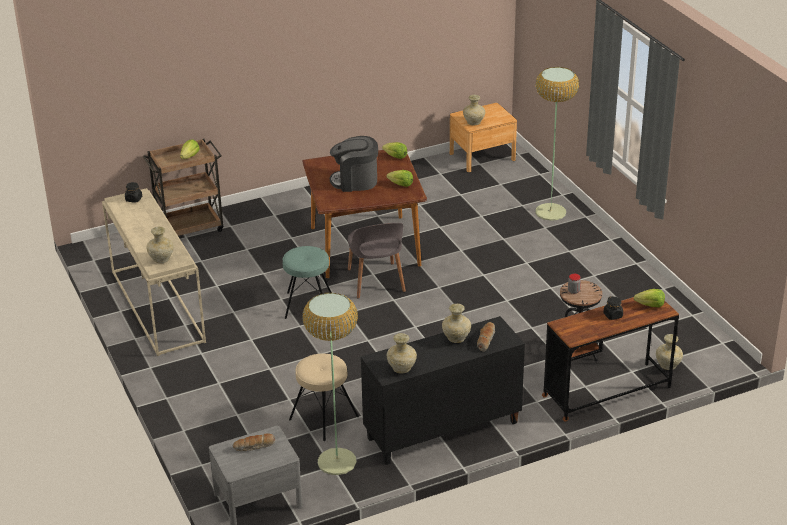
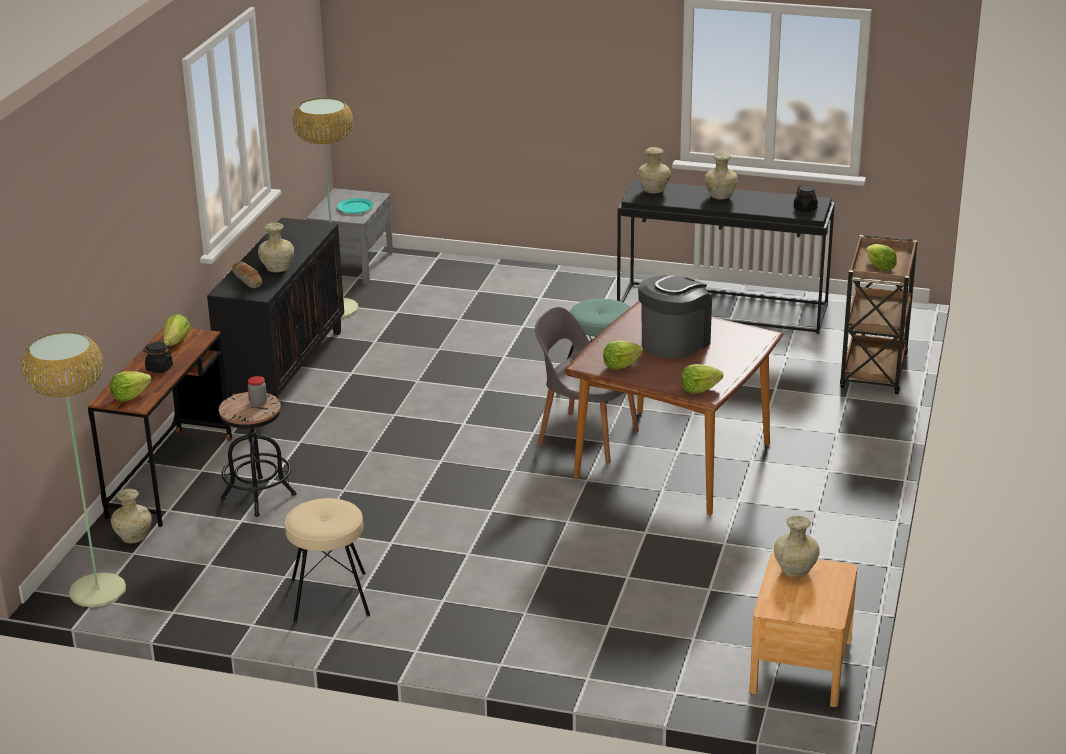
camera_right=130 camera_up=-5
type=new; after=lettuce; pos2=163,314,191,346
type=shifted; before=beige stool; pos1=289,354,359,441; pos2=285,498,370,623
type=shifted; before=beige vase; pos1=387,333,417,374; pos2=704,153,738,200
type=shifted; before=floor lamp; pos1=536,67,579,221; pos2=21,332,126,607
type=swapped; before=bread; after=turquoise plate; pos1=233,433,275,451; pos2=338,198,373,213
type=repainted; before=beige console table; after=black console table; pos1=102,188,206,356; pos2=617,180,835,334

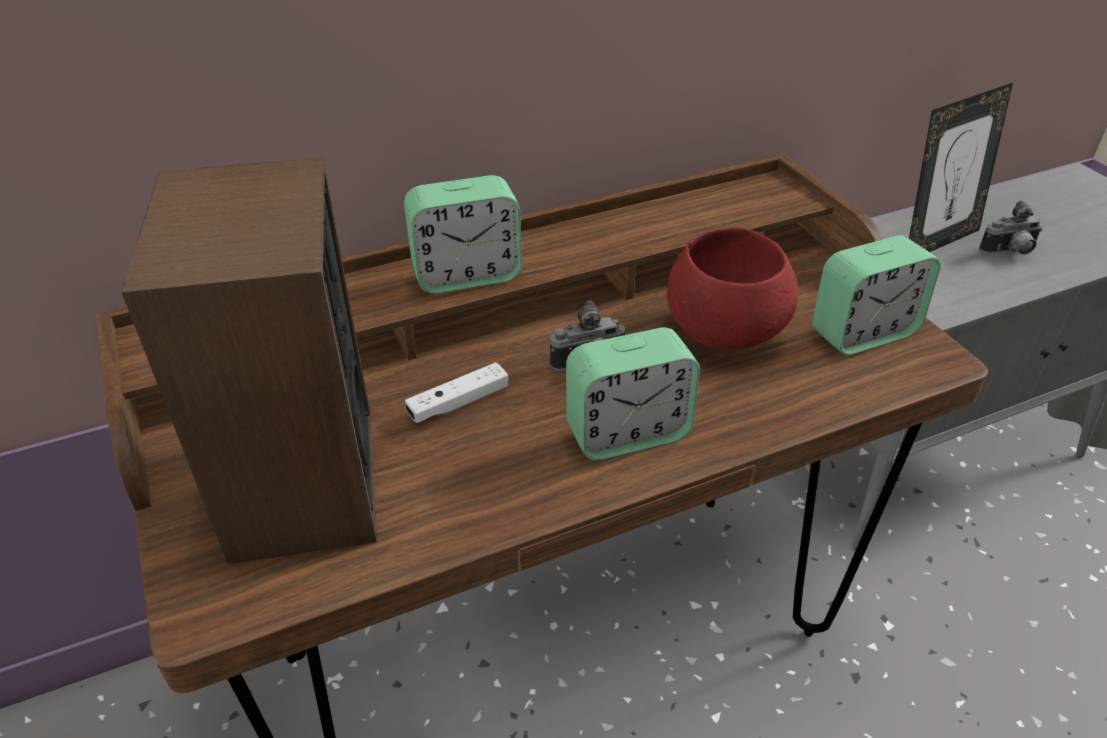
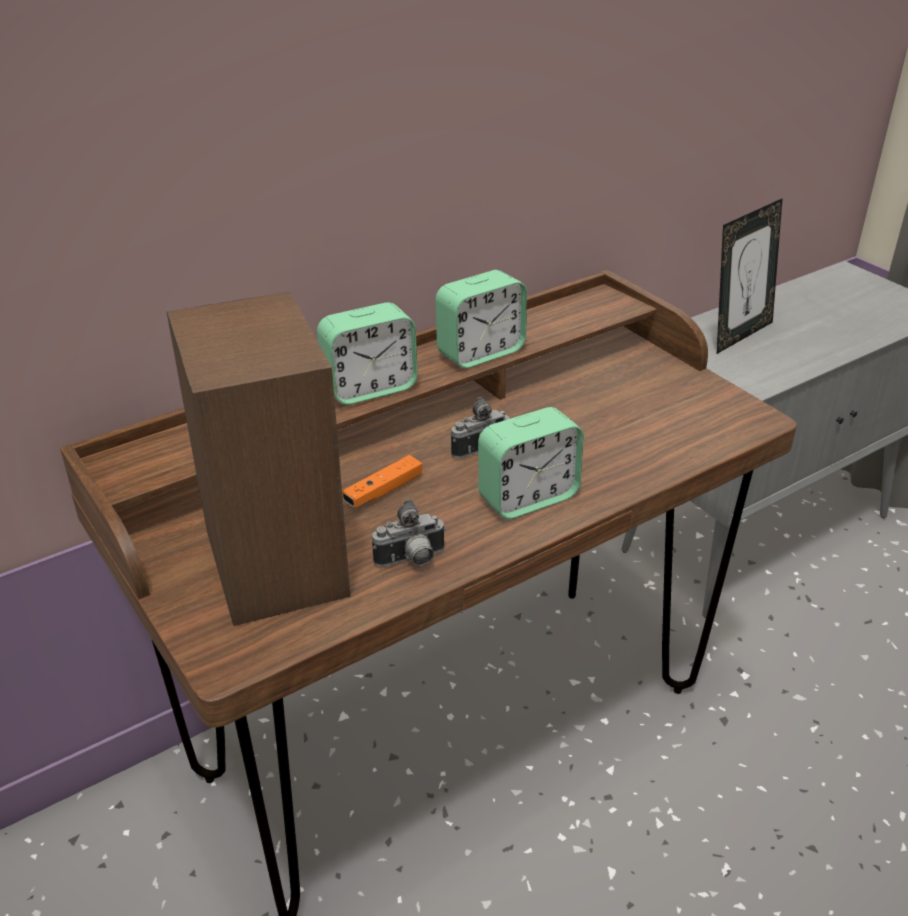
camera_right=-10 camera_up=-5
type=gone; before=red bowl; pos1=667,228,798,350
type=shifted; before=alarm clock; pos1=812,235,941,355; pos2=435,270,527,368
type=shifted; before=photo camera; pos1=979,201,1043,255; pos2=372,499,446,567
type=repainted; before=white game controller; after=orange game controller; pos1=405,362,508,423; pos2=342,455,422,508

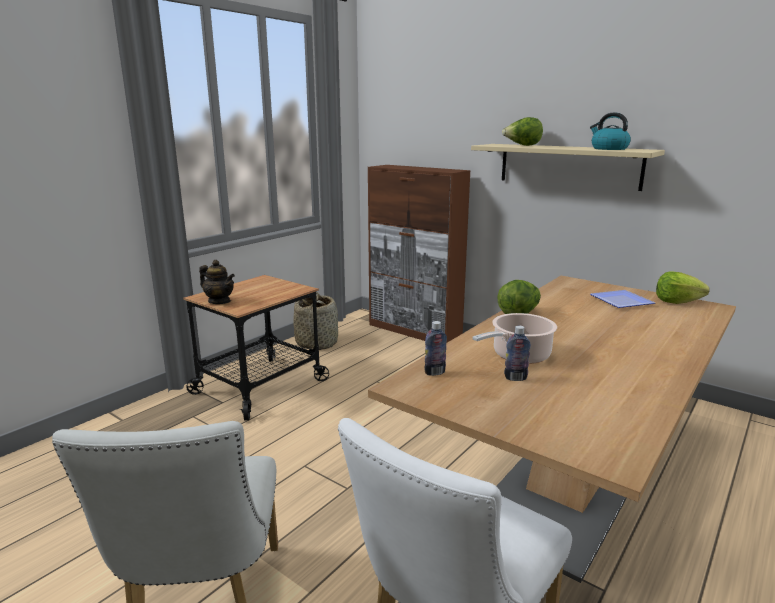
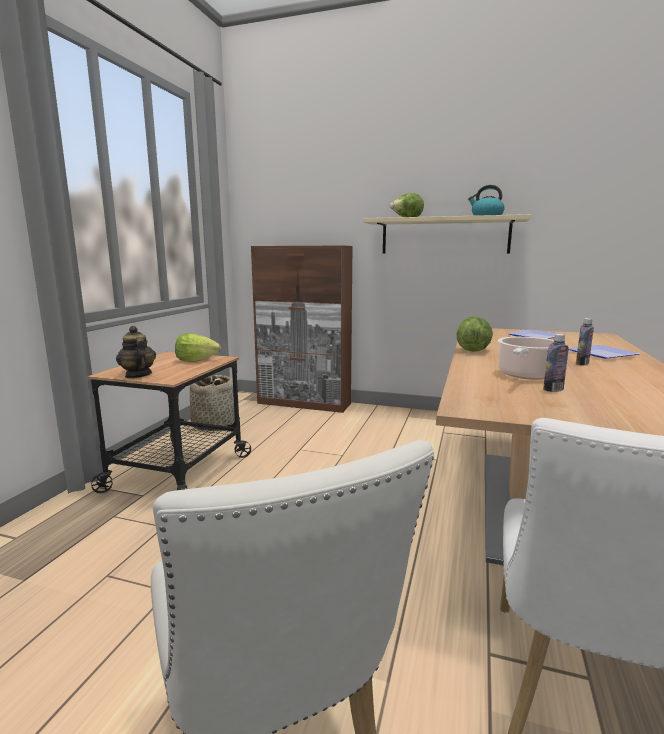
camera_right=-20 camera_up=-5
type=new; after=plate; pos2=569,345,640,359
type=shifted; before=bottle; pos1=424,321,447,376; pos2=576,318,594,366
type=shifted; before=lettuce; pos1=656,271,710,304; pos2=175,333,221,362
type=rotated; before=teapot; pos1=199,260,235,304; pos2=116,326,156,378; turn=-135

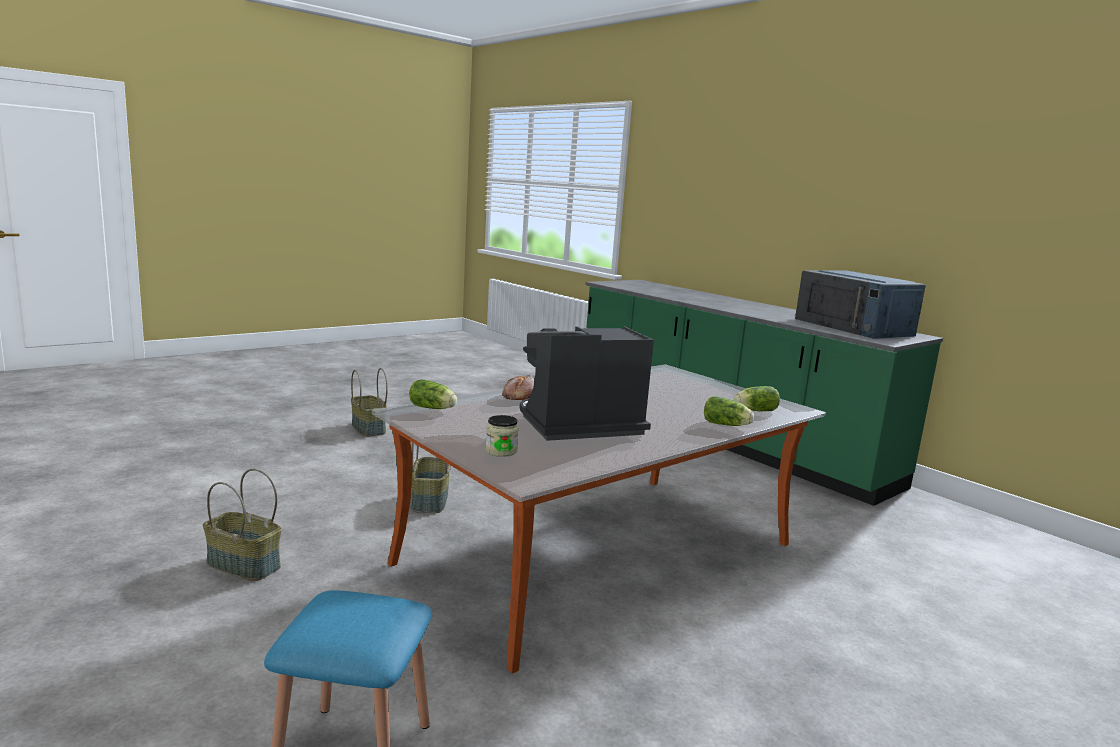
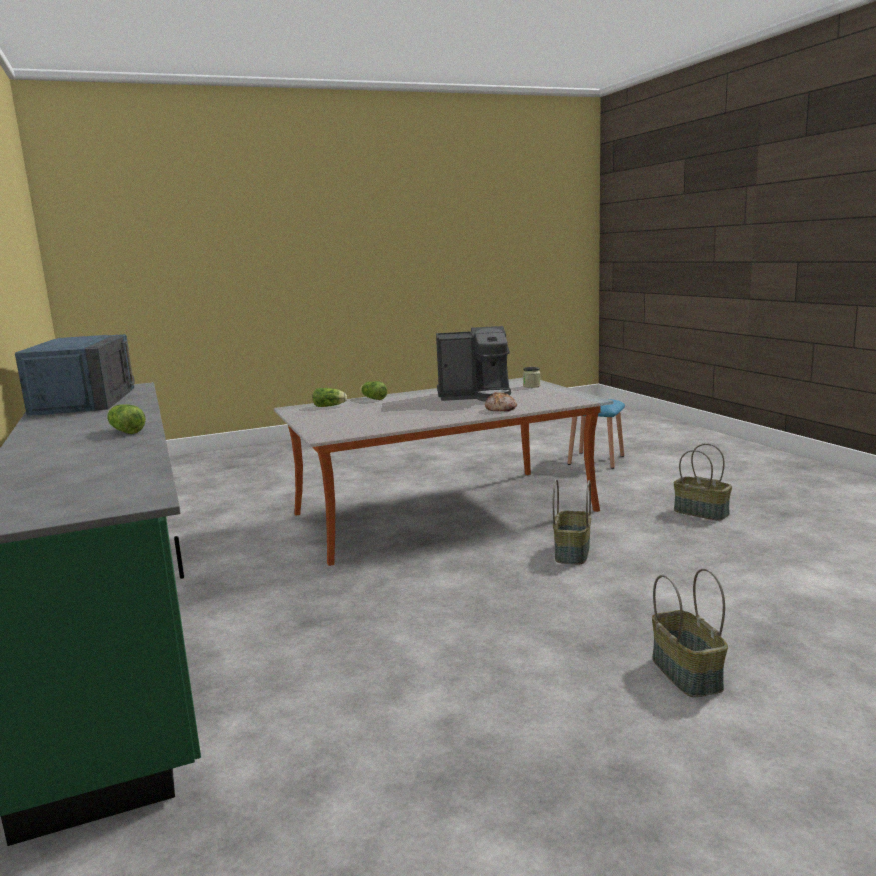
camera_right=-160 camera_up=0
type=shifted; before=lettuce; pos1=409,379,457,409; pos2=107,404,146,434

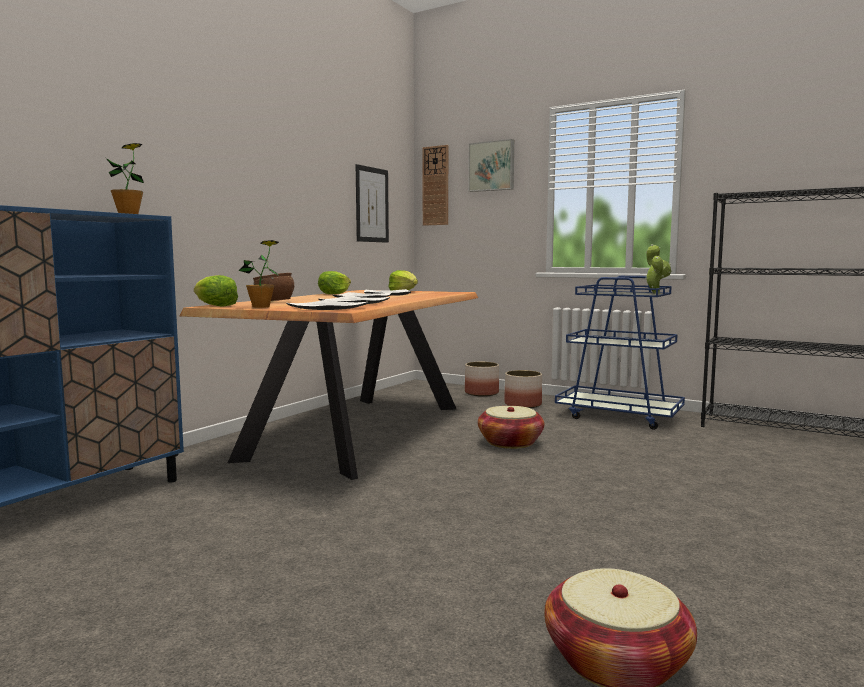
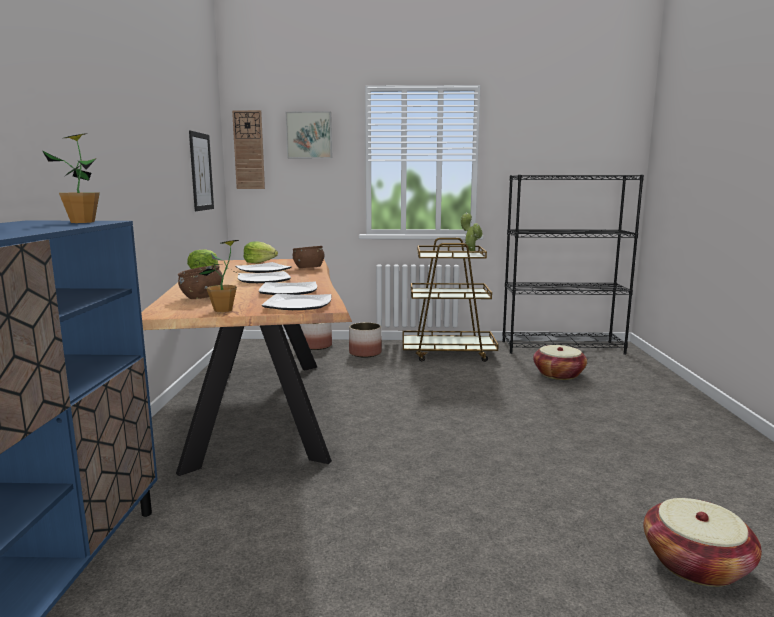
camera_right=-30 camera_up=5
type=gone; before=lettuce; pos1=194,275,238,306
type=new; after=brown bowl; pos2=293,246,325,268
type=shifted; before=basket; pos1=478,406,544,449; pos2=533,345,587,380
type=repainted; before=blue cart; after=brown cart; pos1=555,276,685,430; pos2=403,238,499,362

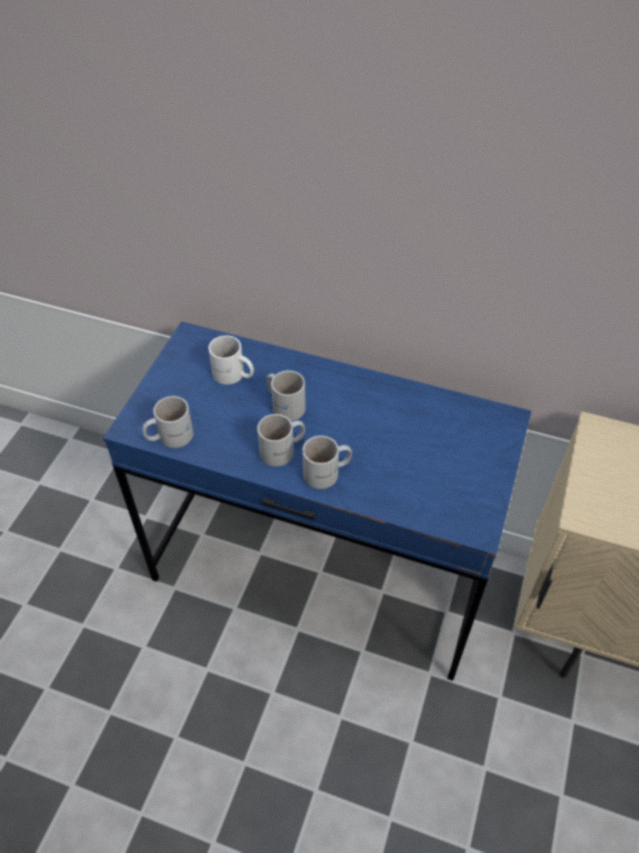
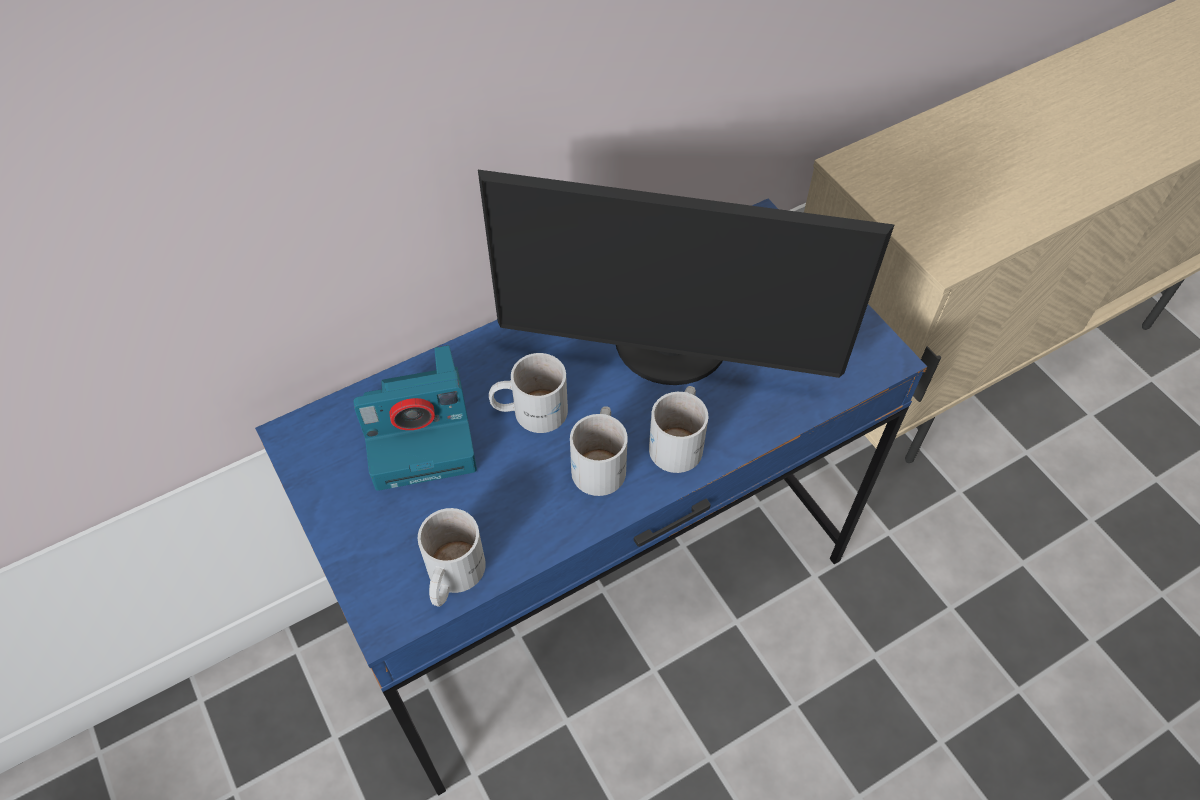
camera_right=-50 camera_up=5
type=new; after=monitor; pos2=478,170,894,385
type=swapped; before=white mug; after=photo camera; pos1=208,335,254,385; pos2=354,345,477,491

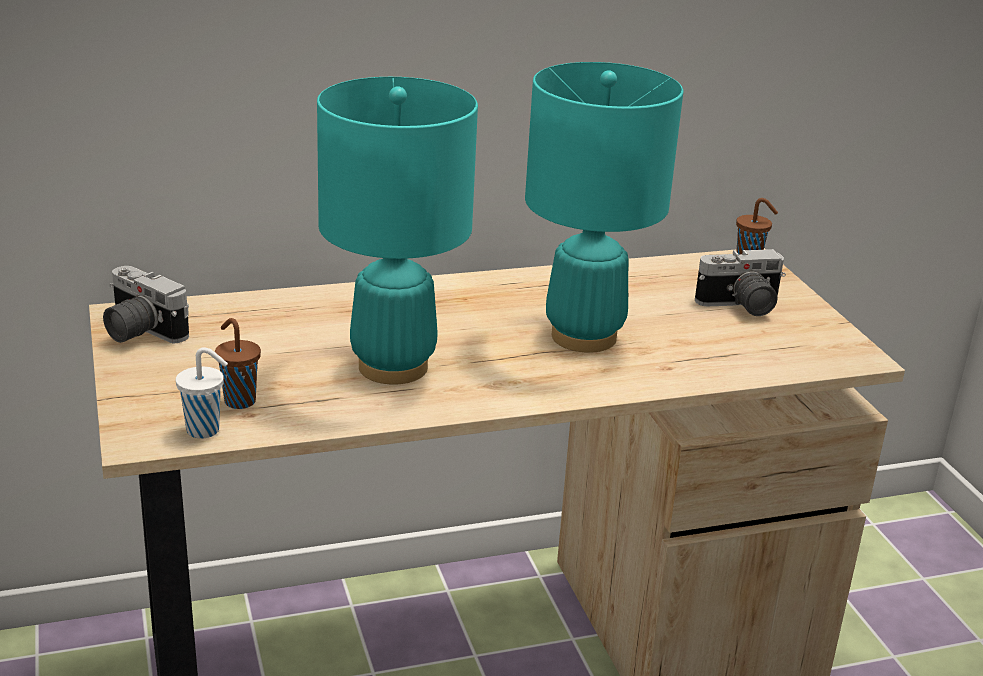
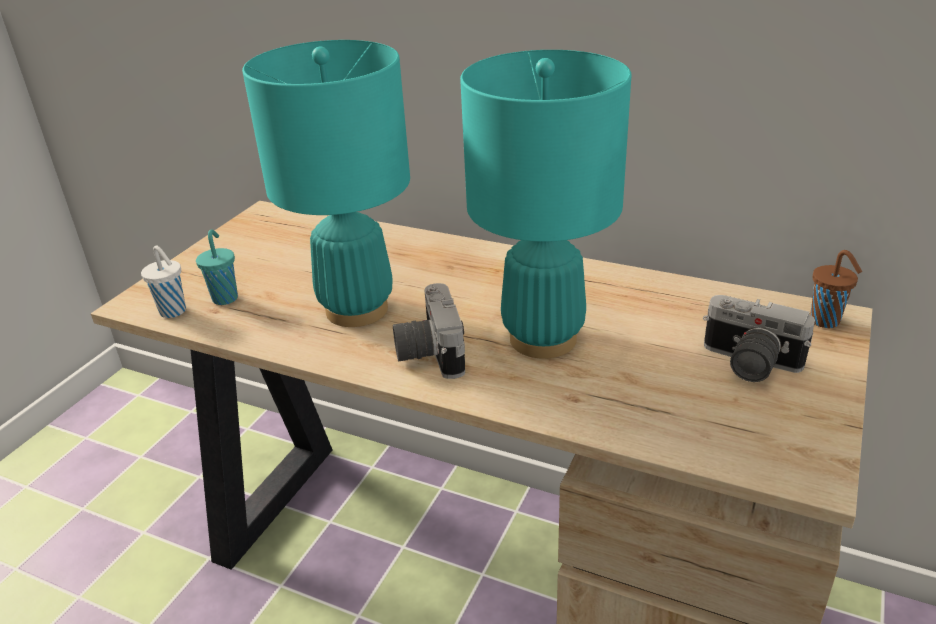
camera_right=45 camera_up=5
type=shifted; before=photo camera; pos1=103,266,189,343; pos2=393,283,465,379
type=repainted; before=brown cup; after=turquoise cup; pos1=215,318,261,409; pos2=196,229,238,305

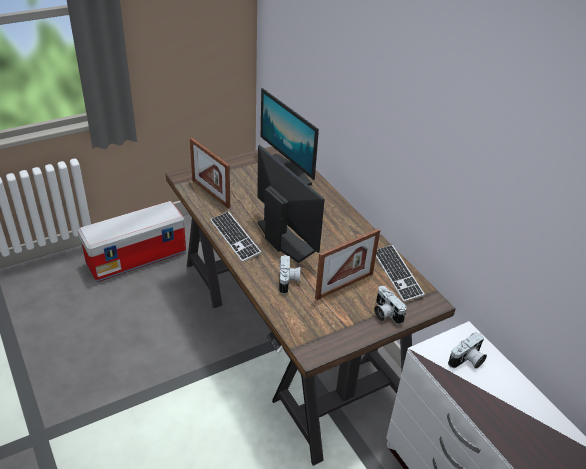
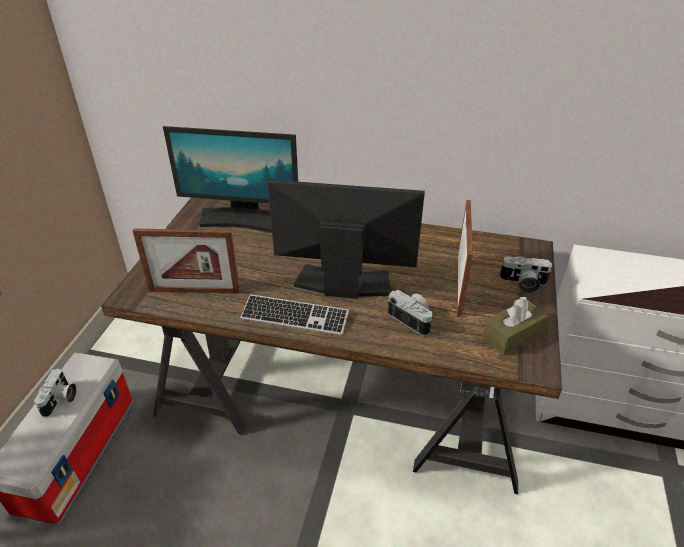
camera_right=-45 camera_up=0
type=gone; before=keyboard; pos1=376,245,425,302
type=new; after=brown tissue box; pos2=482,297,549,355
type=shifted; before=photo camera; pos1=448,332,487,369; pos2=34,368,77,418

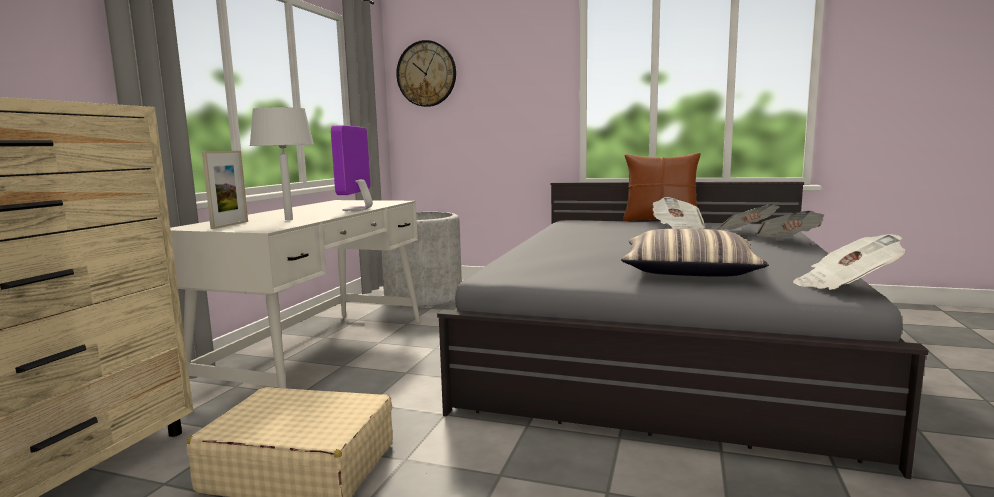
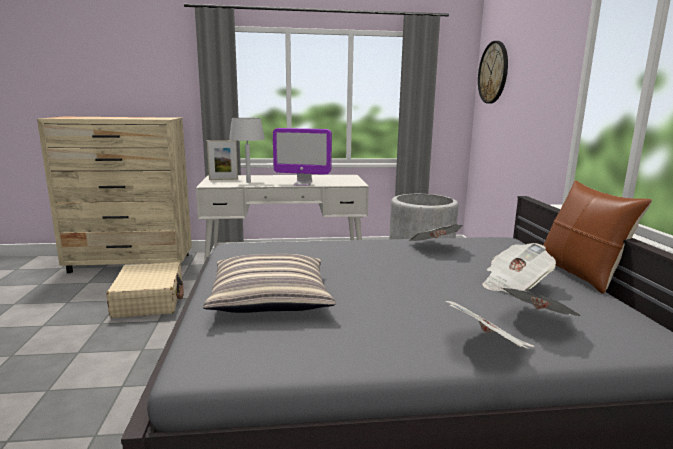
camera_right=65 camera_up=5
type=shifted; before=newspaper; pos1=793,234,905,290; pos2=409,224,463,241
type=rotated; before=monitor; pos1=331,125,373,211; pos2=273,128,332,186; turn=-150

